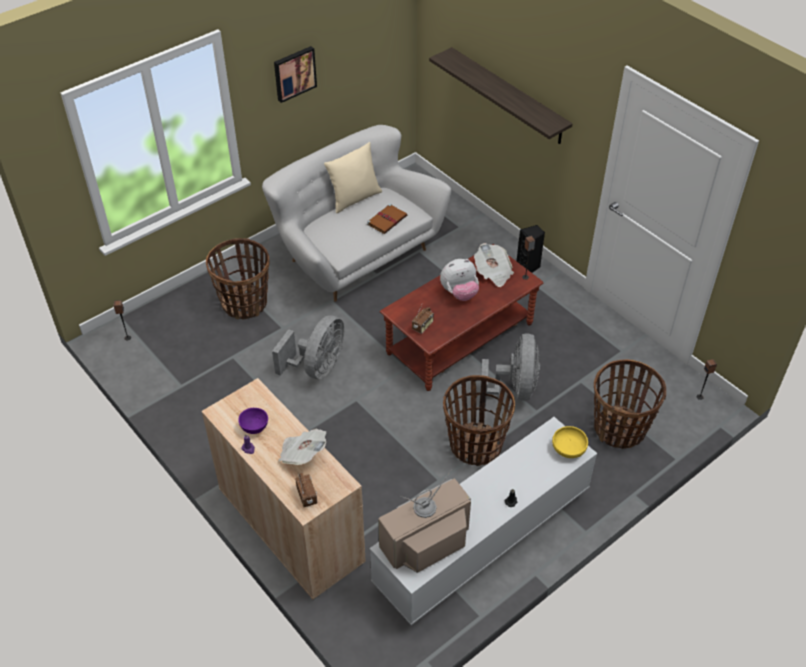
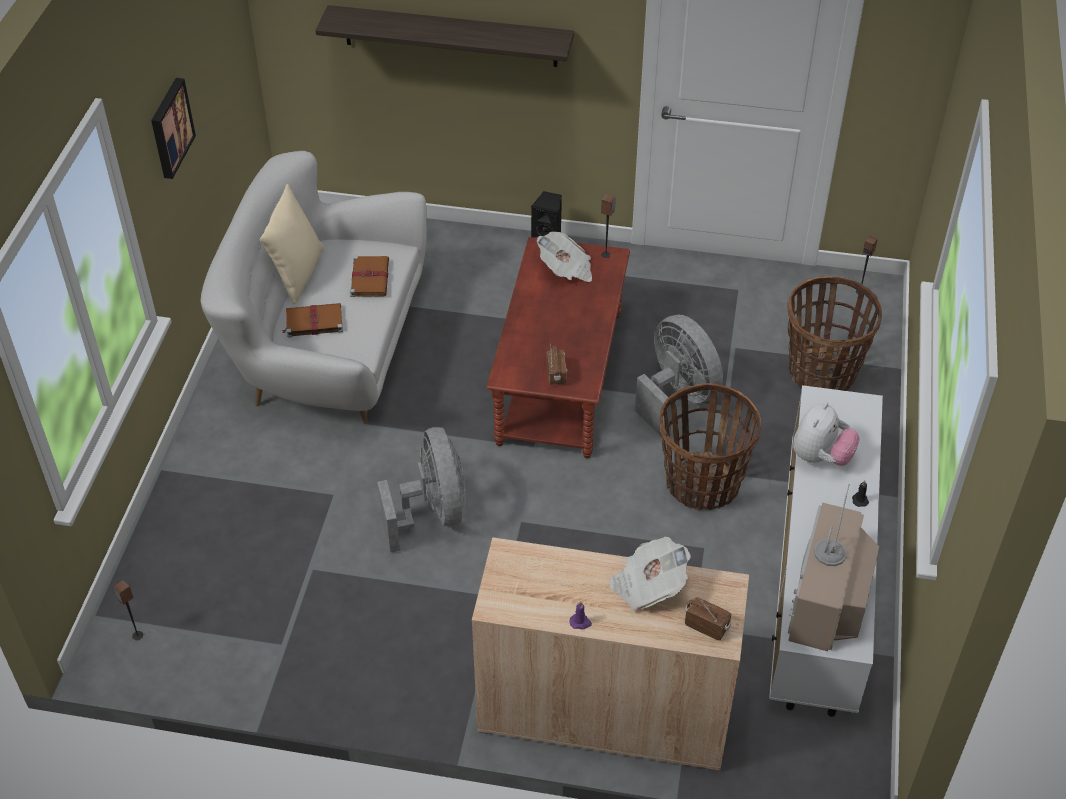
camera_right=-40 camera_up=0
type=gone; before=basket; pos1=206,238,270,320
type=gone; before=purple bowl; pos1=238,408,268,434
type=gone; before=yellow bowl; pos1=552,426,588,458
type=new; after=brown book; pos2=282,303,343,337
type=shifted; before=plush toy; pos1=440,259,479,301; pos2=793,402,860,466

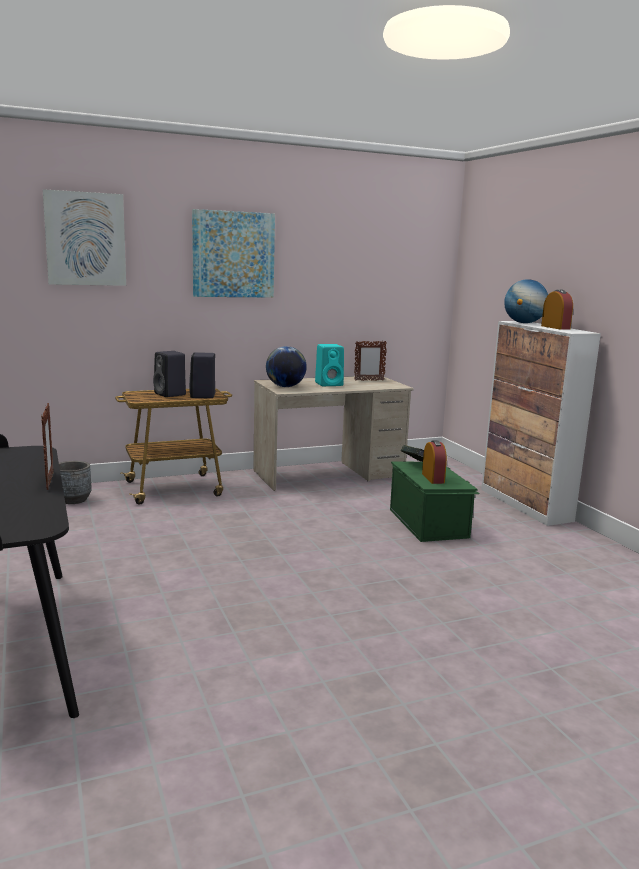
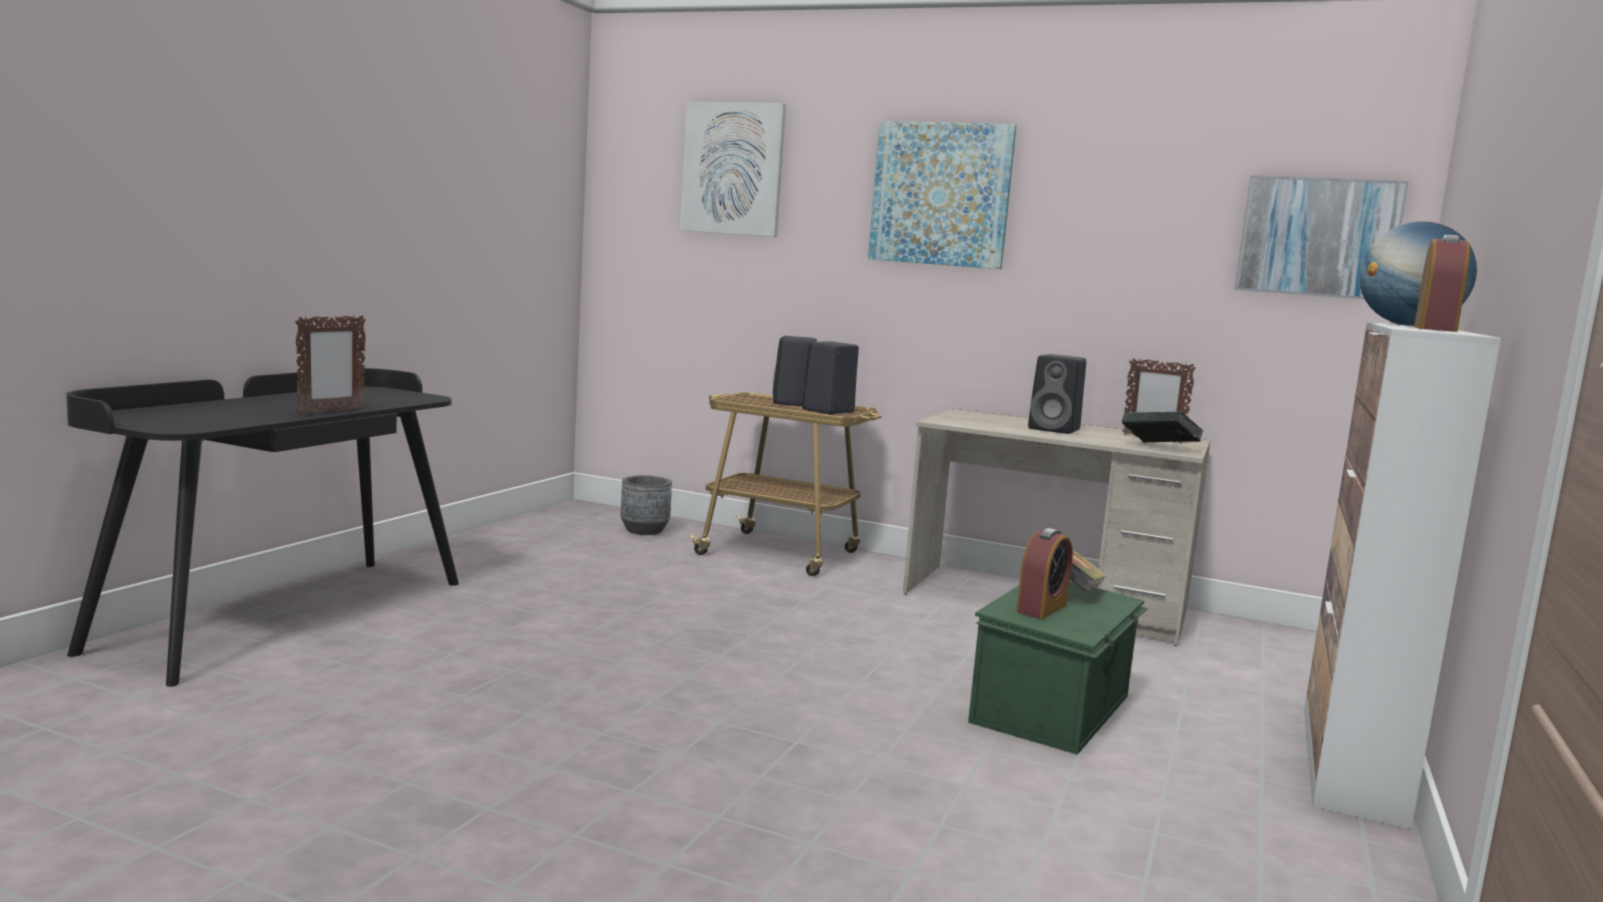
camera_right=45 camera_up=-5
type=gone; before=globe; pos1=266,346,307,387
type=new; after=book; pos2=1122,411,1203,443
type=new; after=picture; pos2=1234,175,1409,299
type=repainted; before=turquoise speaker; after=black speaker; pos1=315,344,344,386; pos2=1028,354,1086,434

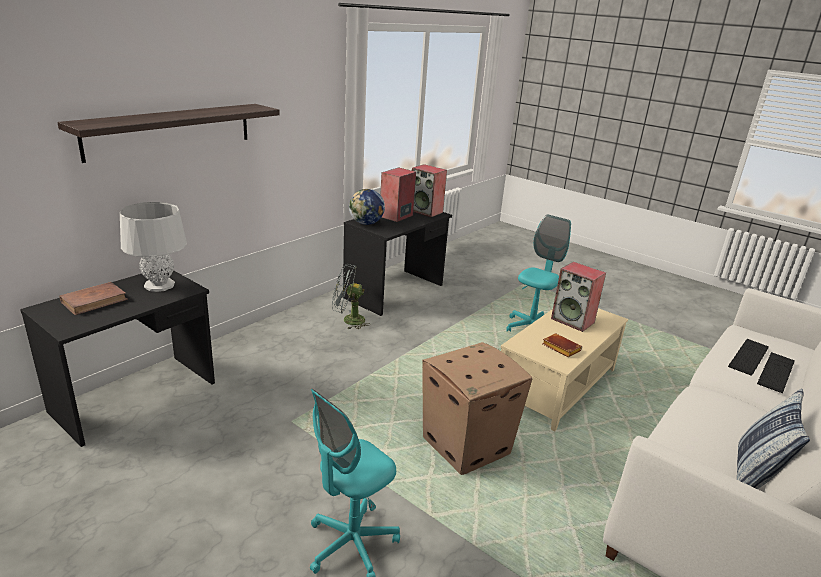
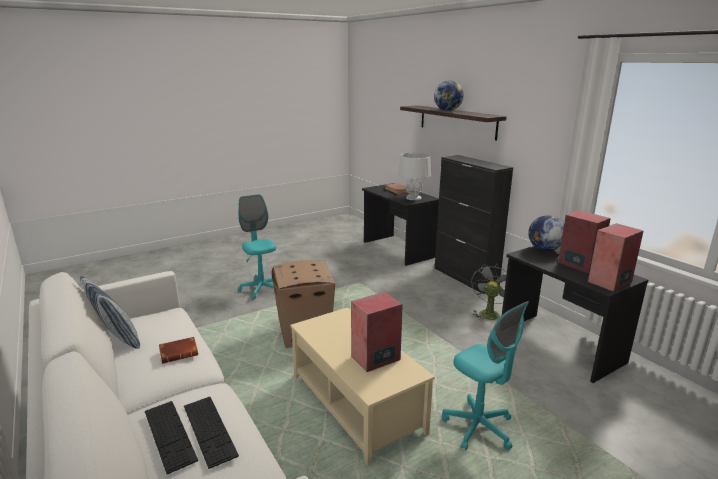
camera_right=110 camera_up=-5
type=new; after=globe; pos2=434,81,464,111
type=new; after=black cabinet; pos2=435,155,513,294
type=shifted; before=brown book; pos1=542,333,582,357; pos2=159,337,198,364

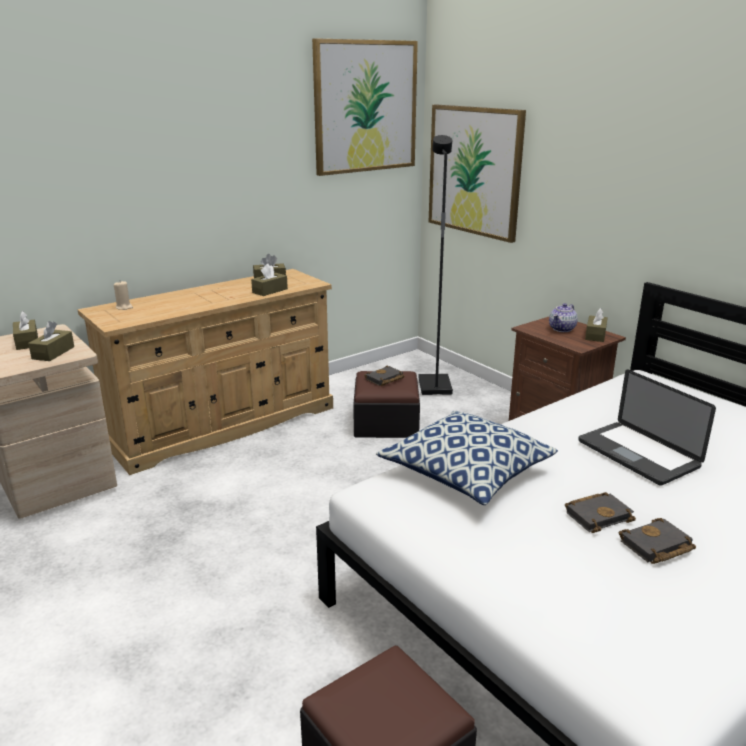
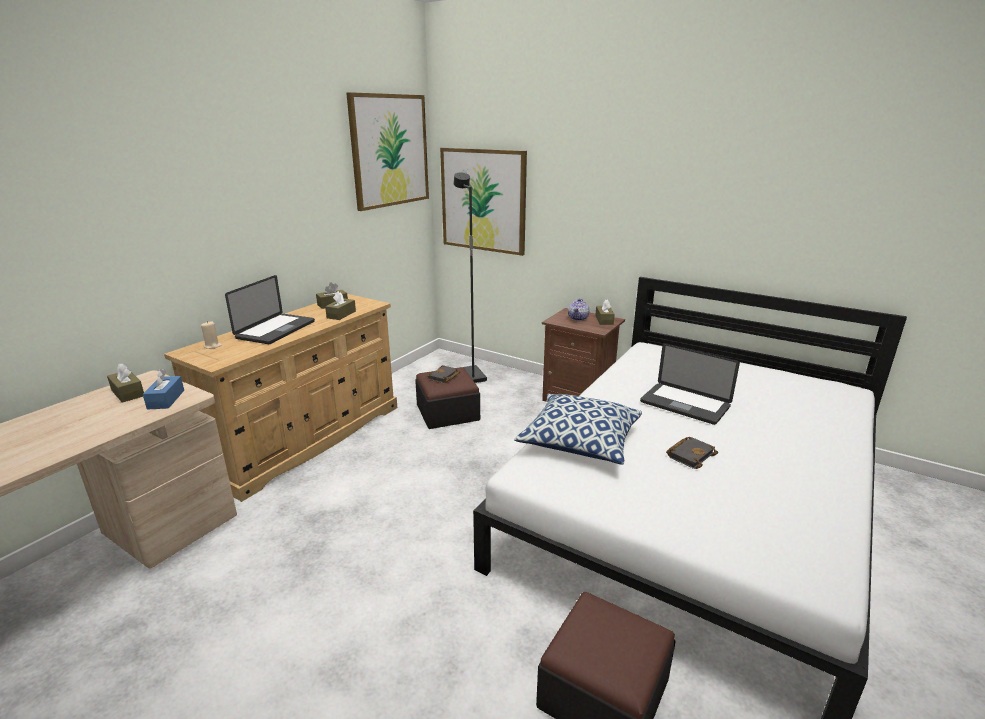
camera_right=-20 camera_up=0
type=gone; before=black book; pos1=619,518,696,564
type=new; after=laptop; pos2=225,275,315,344
type=repainted; before=brown tissue box; after=blue tissue box; pos1=28,321,74,361; pos2=143,369,184,410

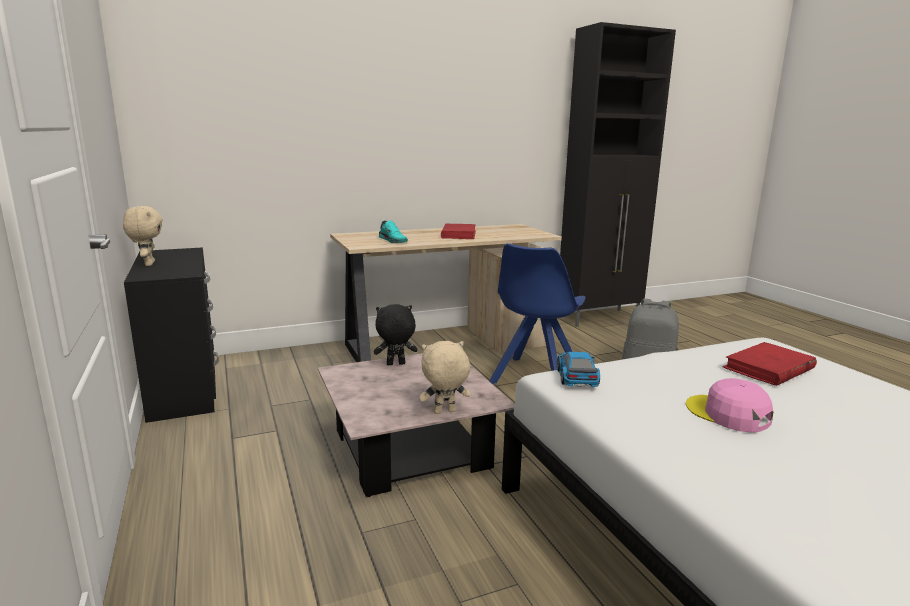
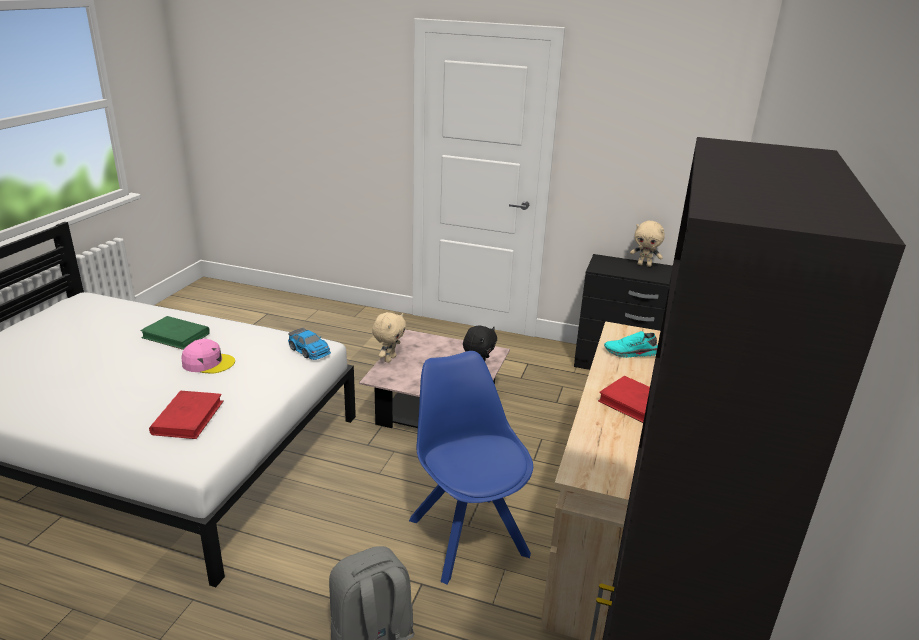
camera_right=130 camera_up=10
type=new; after=green book; pos2=140,316,210,350

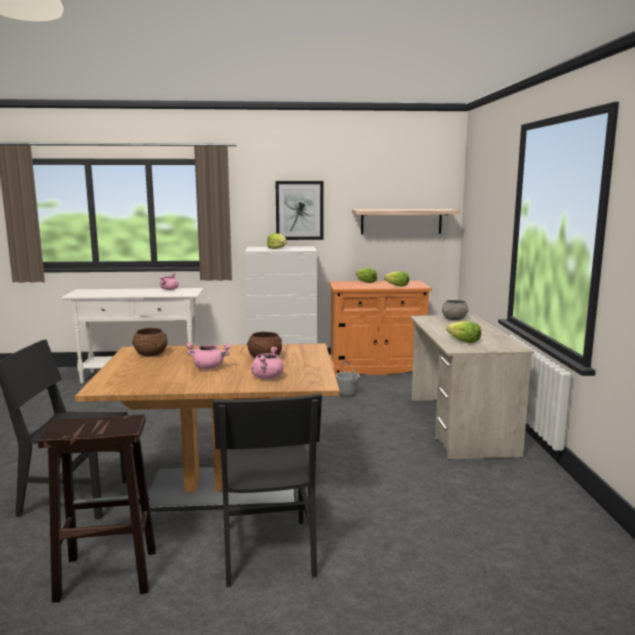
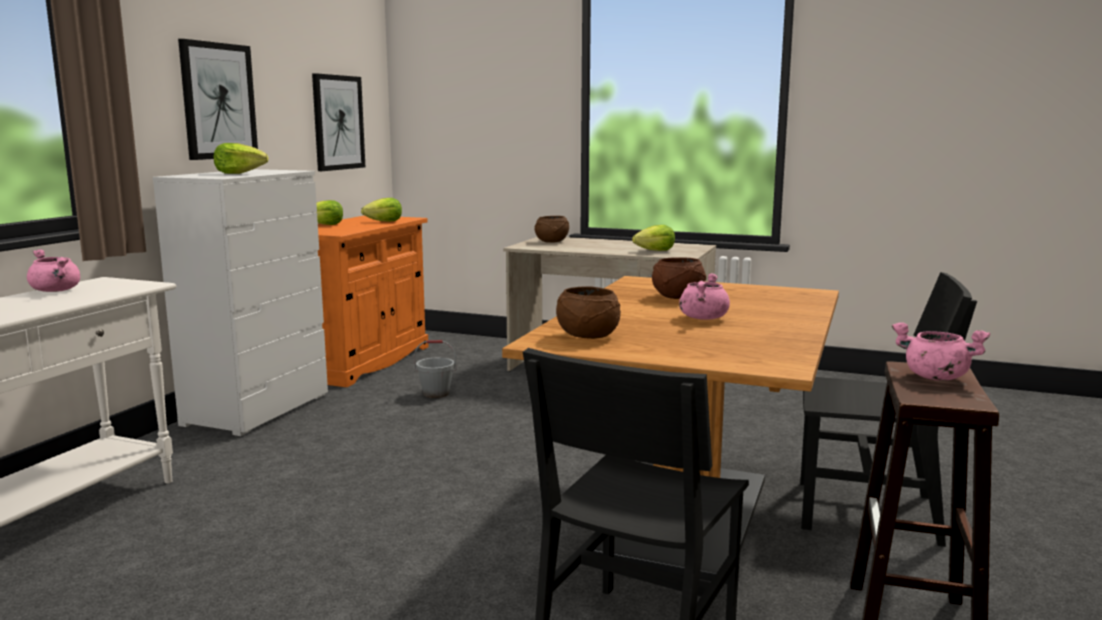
camera_right=-65 camera_up=0
type=shifted; before=pink cooking pot; pos1=251,347,284,379; pos2=892,322,990,381
type=swapped; before=shelf; after=picture; pos1=352,209,460,234; pos2=312,73,365,171
type=repainted; before=grey bowl; after=brown bowl; pos1=442,300,469,320; pos2=534,216,569,243

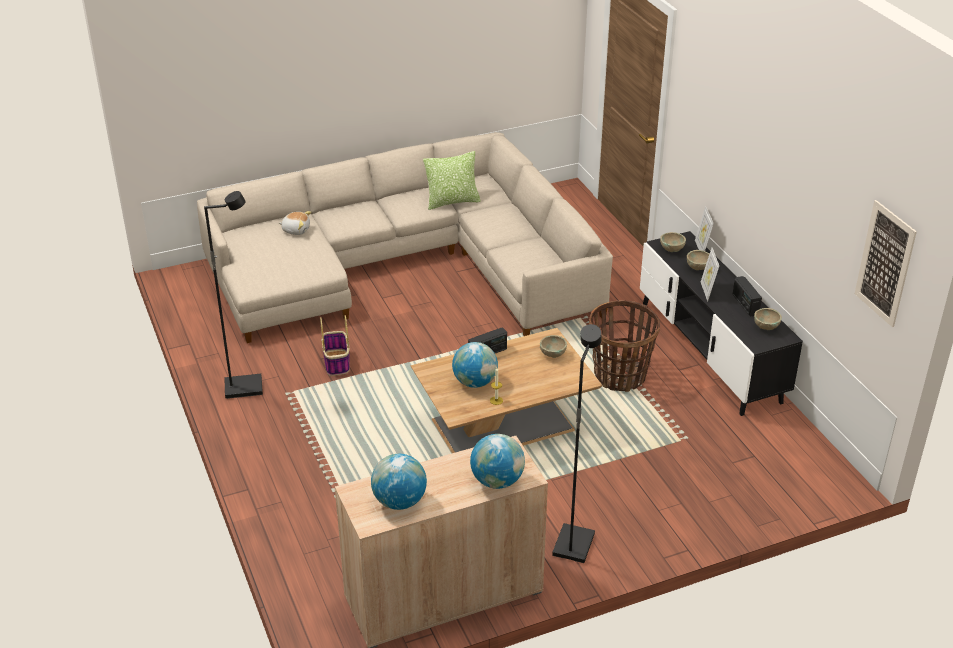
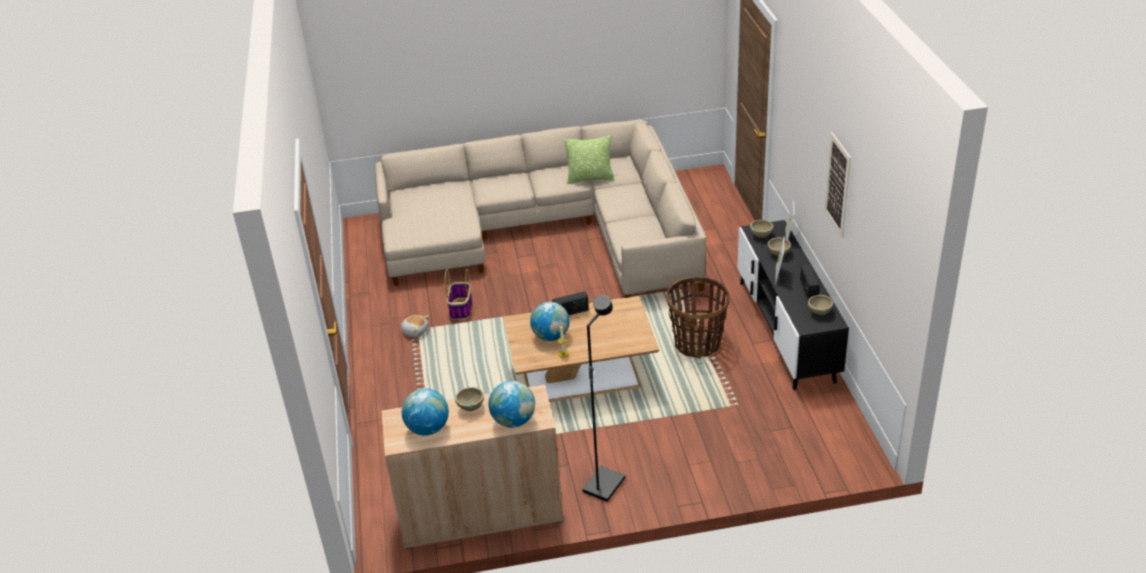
camera_right=15 camera_up=0
type=gone; before=black floor lamp; pos1=204,191,263,399
type=shifted; before=plush toy; pos1=279,211,311,235; pos2=401,315,430,338
type=shifted; before=beige bowl; pos1=540,335,567,358; pos2=455,387,484,411
type=shifted; before=picture; pos1=855,200,917,327; pos2=824,132,851,238

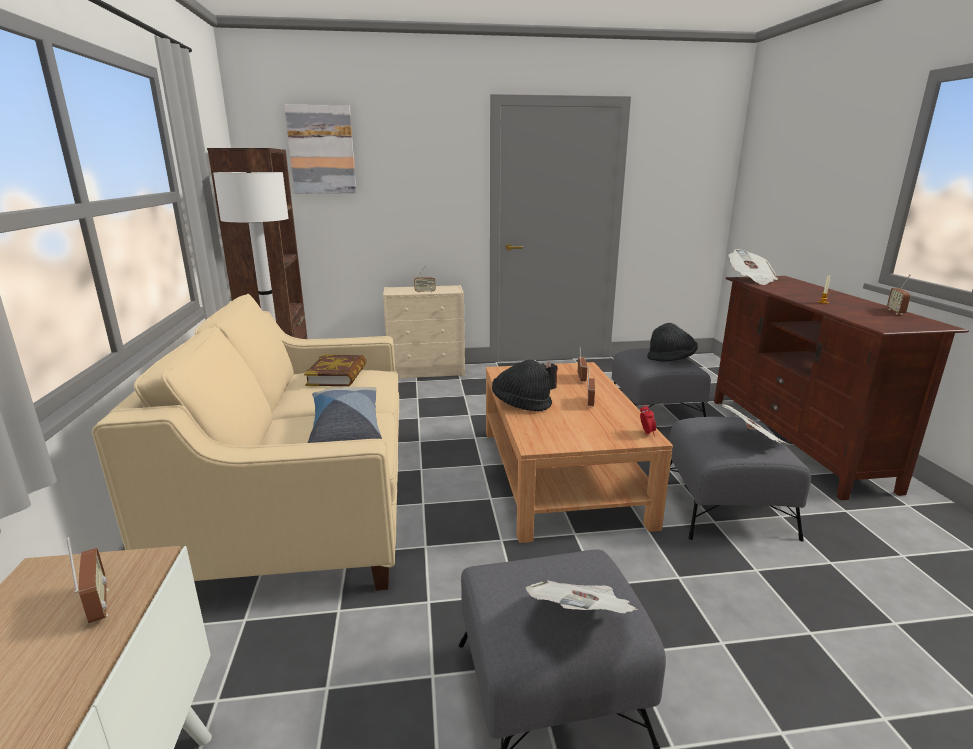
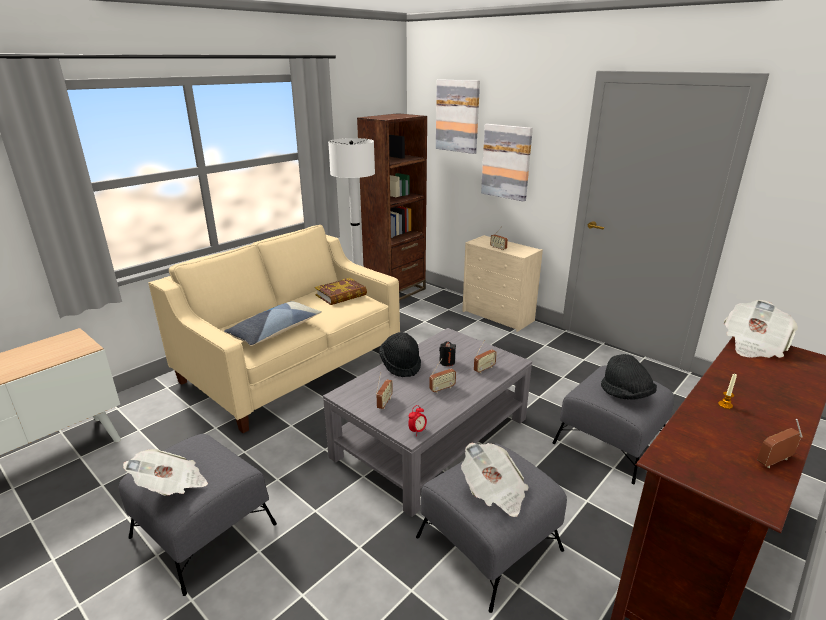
camera_right=50 camera_up=5
type=new; after=picture; pos2=481,124,533,202
type=shifted; before=radio; pos1=67,537,108,623; pos2=376,373,393,409
type=repainted; before=brown coffee table; after=grey coffee table; pos1=486,362,673,543; pos2=323,328,532,517

